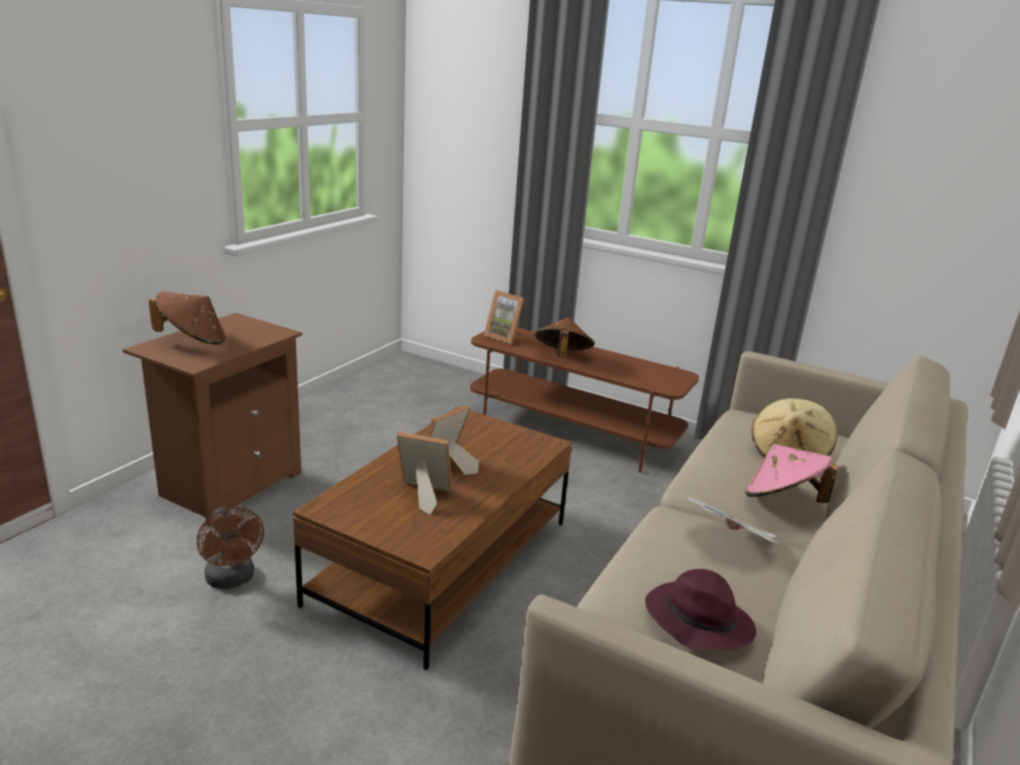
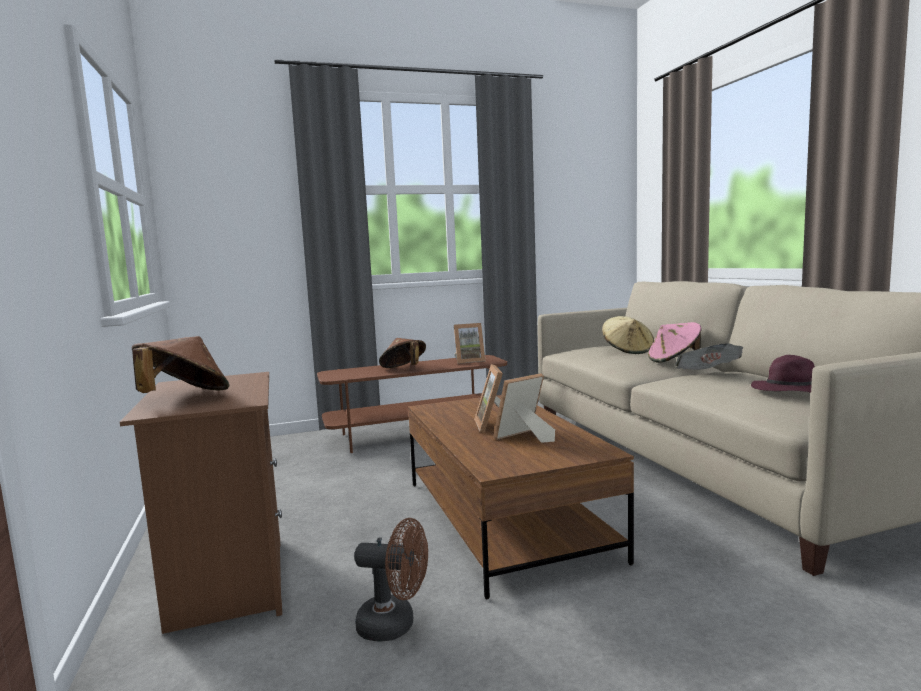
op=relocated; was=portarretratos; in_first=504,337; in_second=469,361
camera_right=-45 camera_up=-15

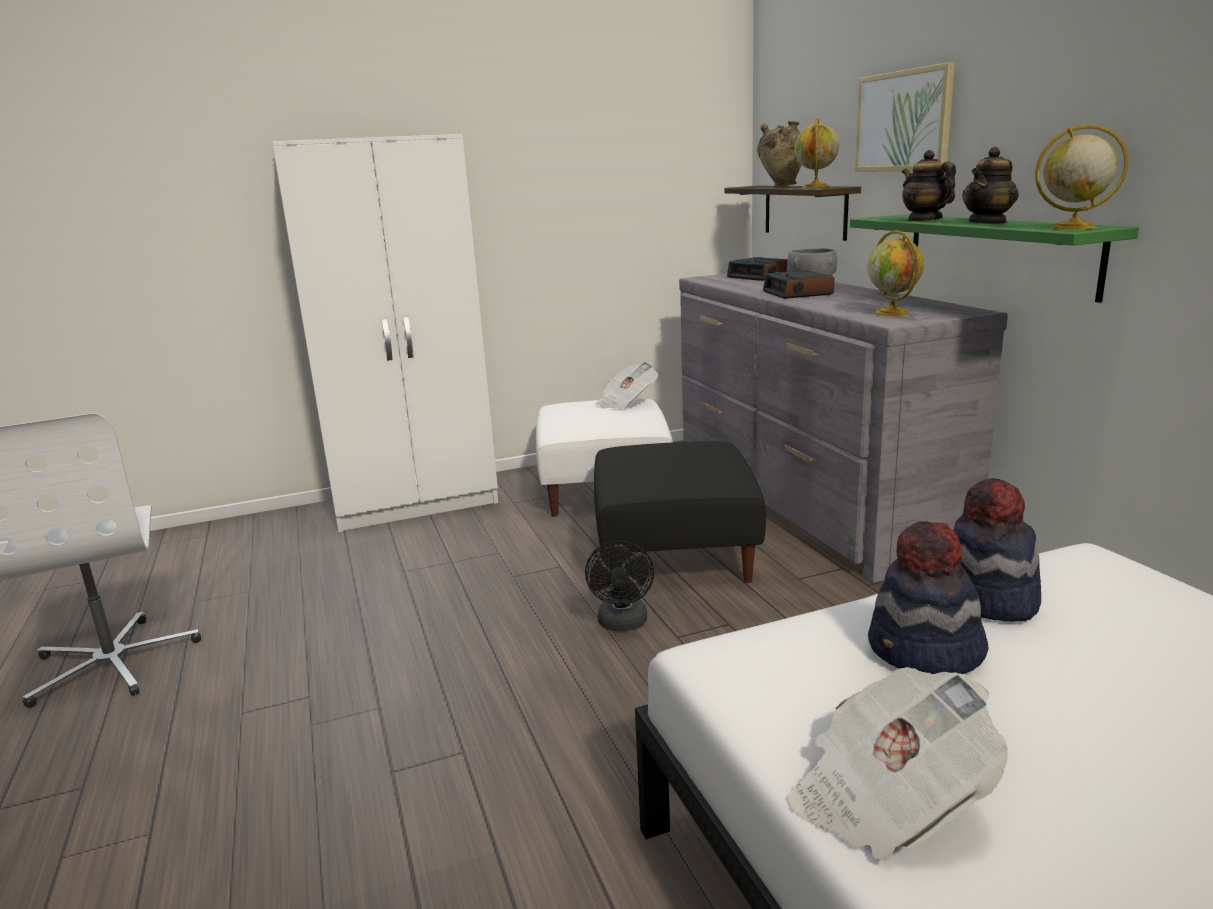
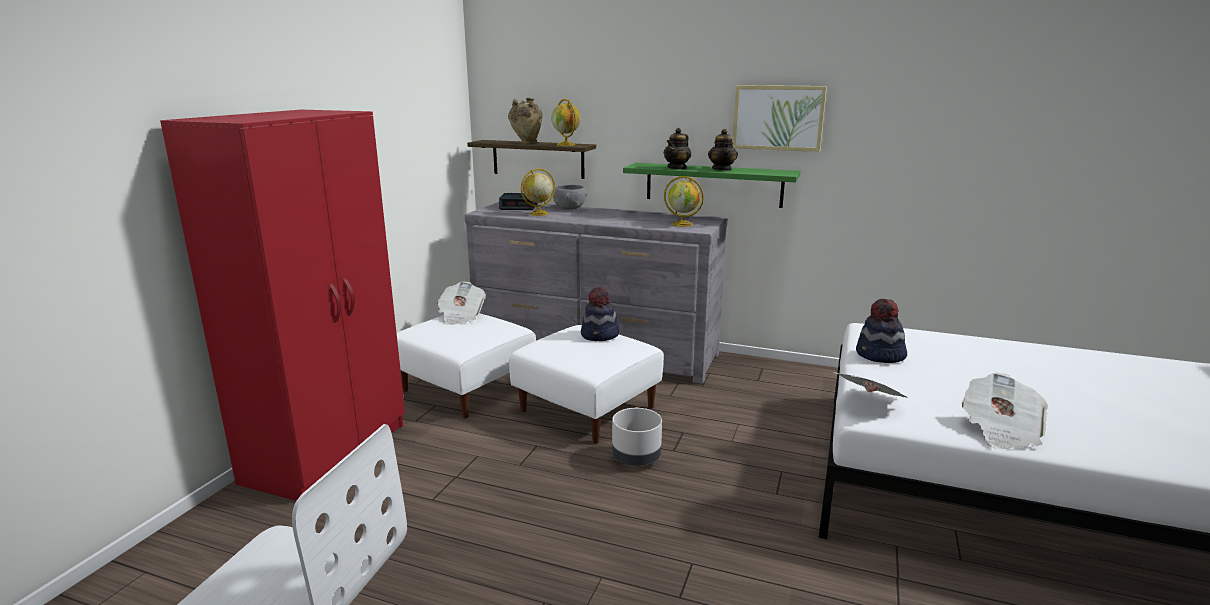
op=relocated; was=cuadro; in_first=903,121; in_second=778,118
op=relocated; was=globo terráqueo; in_first=1072,228; in_second=538,214
op=colour; was=armario ropero [blanco]; now=armario ropero [rojo]; in_first=416,503; in_second=329,452
op=spun; was=tetera; in_first=924,220; in_second=677,168; clockwise=-75
op=missing; was=despertador; in_first=798,293
op=colour; was=puf [negro]; now=puf [blanco]; in_first=673,553; in_second=586,409
op=relocated; was=sombrero; in_first=924,652; in_second=600,335
op=exchanged; was=ventilador [negro]; now=maceta [gris]; in_first=623,624; in_second=636,458
op=appeared; now=periódico; in_second=869,403
camera_right=-50 camera_up=0

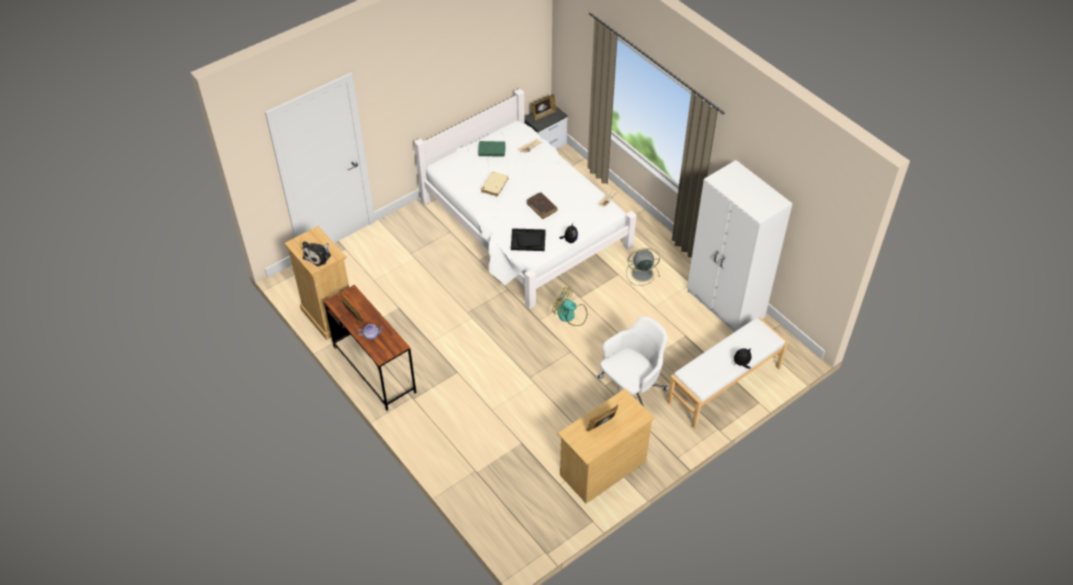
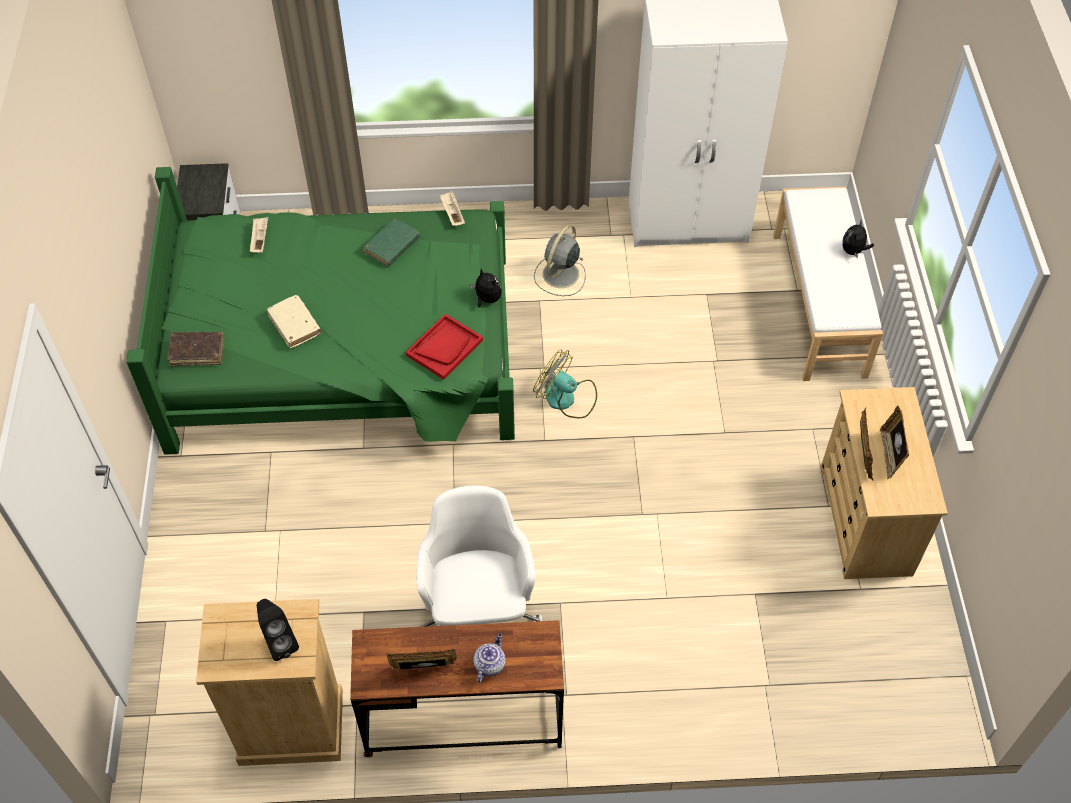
op=colour; was=cama [blanco]; now=cama [verde]; in_first=524,224; in_second=346,351
op=relocated; was=portarretratos; in_first=543,114; in_second=862,456
op=relocated; was=libro [verde]; in_first=492,151; in_second=392,246
op=relocated; was=libro [marrón]; in_first=541,207; in_second=197,352
op=colour; was=bandeja [negro]; now=bandeja [rojo]; in_first=528,240; in_second=444,347
op=exchanged; was=peluche; now=altavoz [negro]; in_first=318,256; in_second=279,642
op=spun; was=ventilador; in_first=570,315; in_second=566,398; clockwise=60
op=relocated; was=silla de oficina [blanco]; in_first=631,390; in_second=478,612
camera_right=-55 camera_up=5

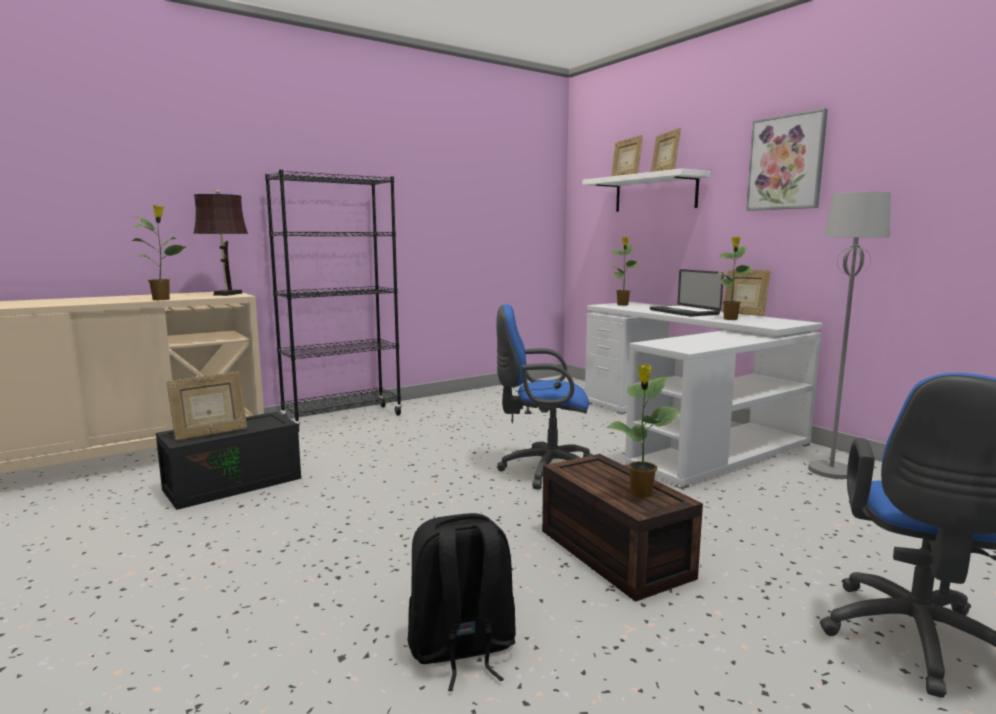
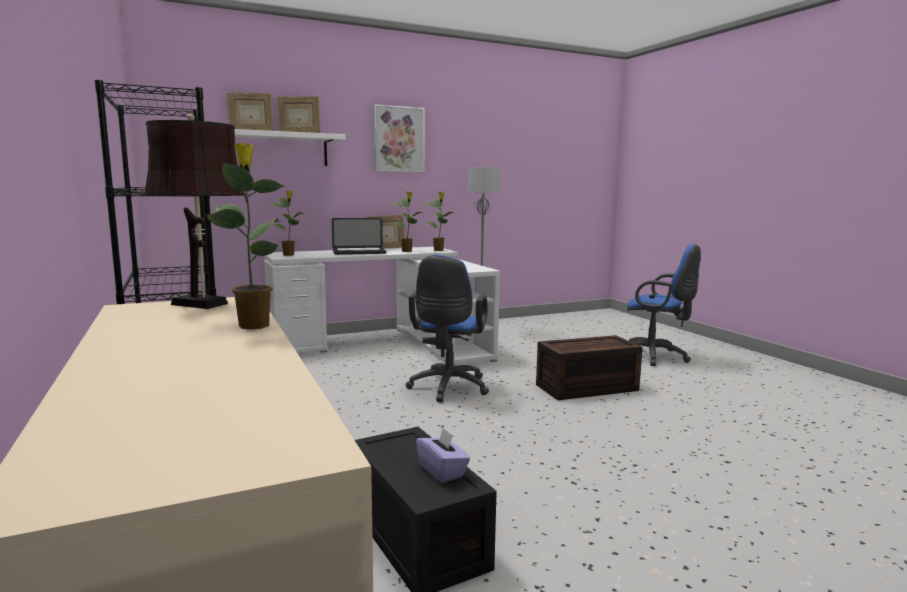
op=relocated; was=planta en maceta; in_first=640,494; in_second=439,250
op=exchanged; was=portarretratos; now=caja de pañuelos [morado]; in_first=210,434; in_second=442,471
op=missing; was=mochila [negro]; in_first=461,650
camera_right=-80 camera_up=0

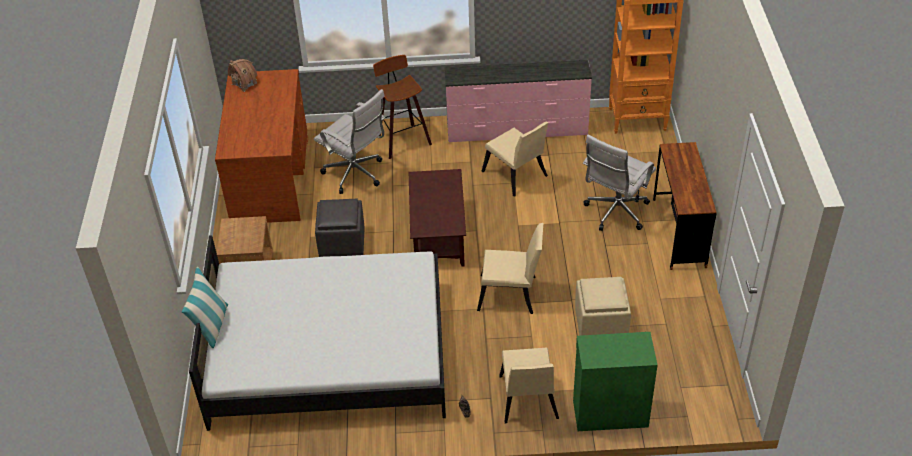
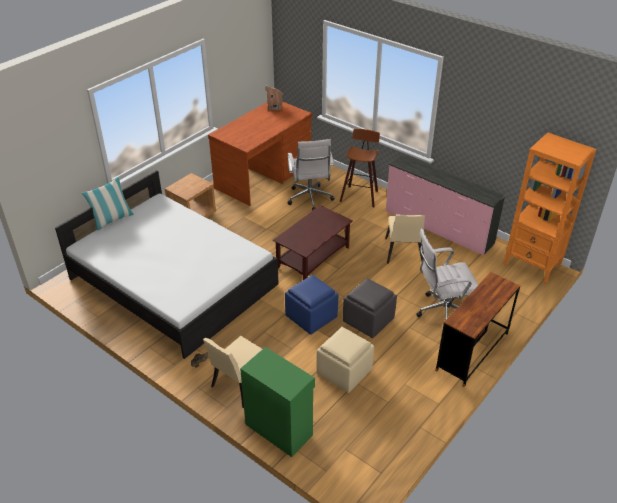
op=relocated; was=puf [gris]; in_first=341,243; in_second=368,320
op=exchanged; was=silla [beis]; now=puf [azul]; in_first=511,295; in_second=311,317
camera_right=40 camera_up=-5

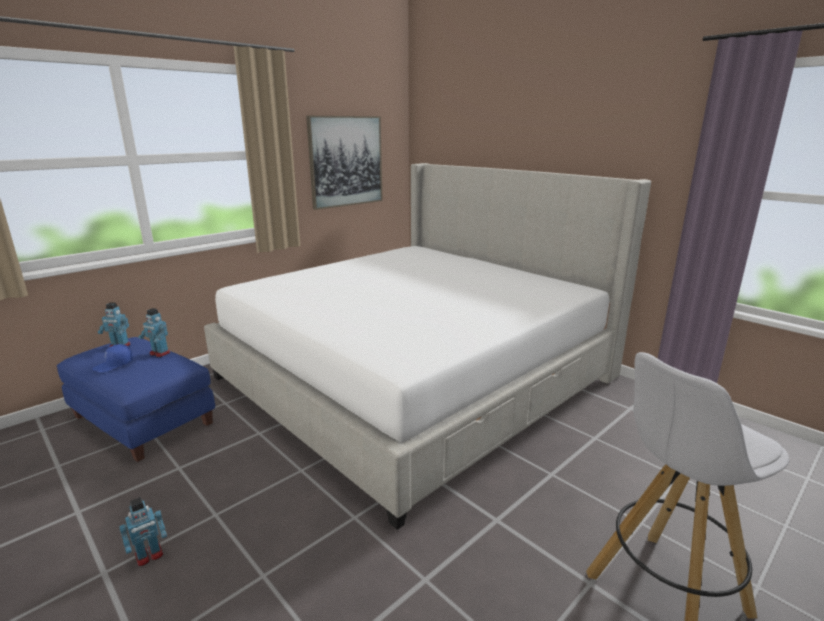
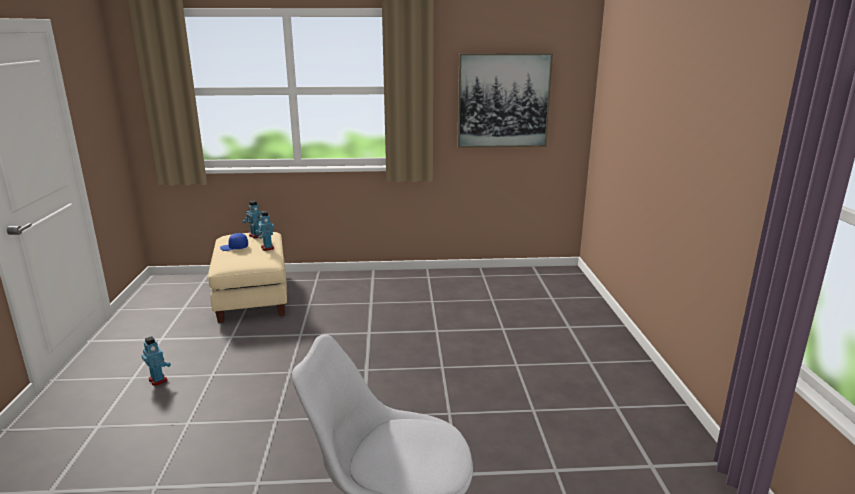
op=missing; was=cama; in_first=416,377
op=colour; was=puf [azul]; now=puf [beis]; in_first=143,420; in_second=252,297
op=spun; was=robot de juguete; in_first=149,556; in_second=158,380; clockwise=-135
camera_right=40 camera_up=0

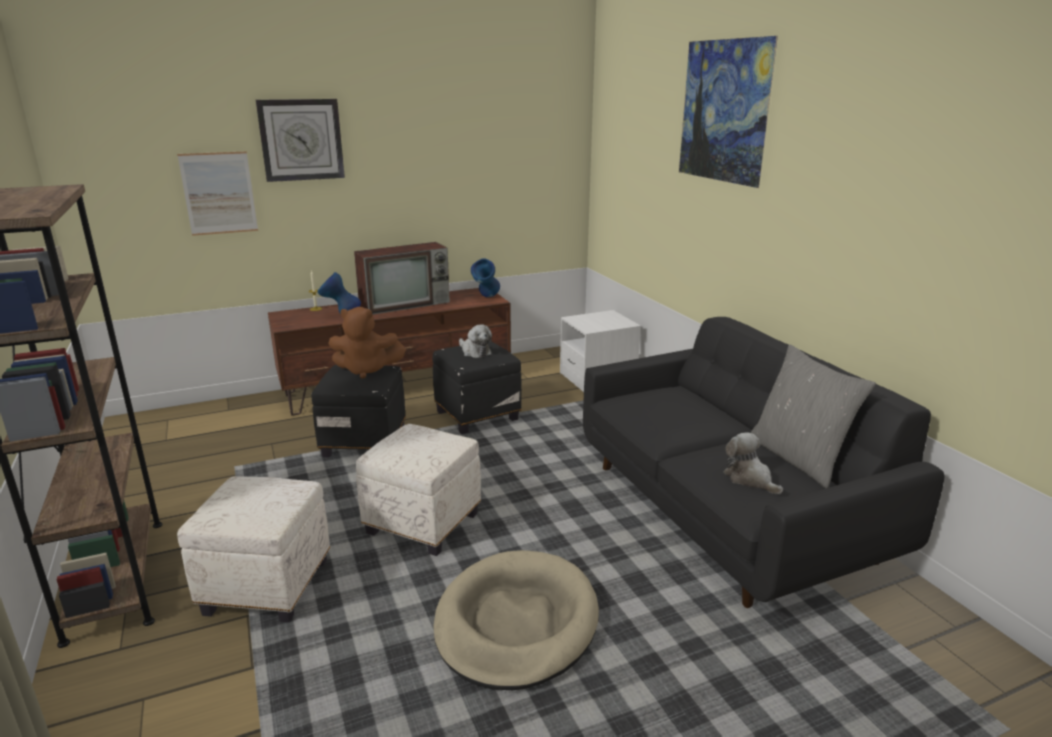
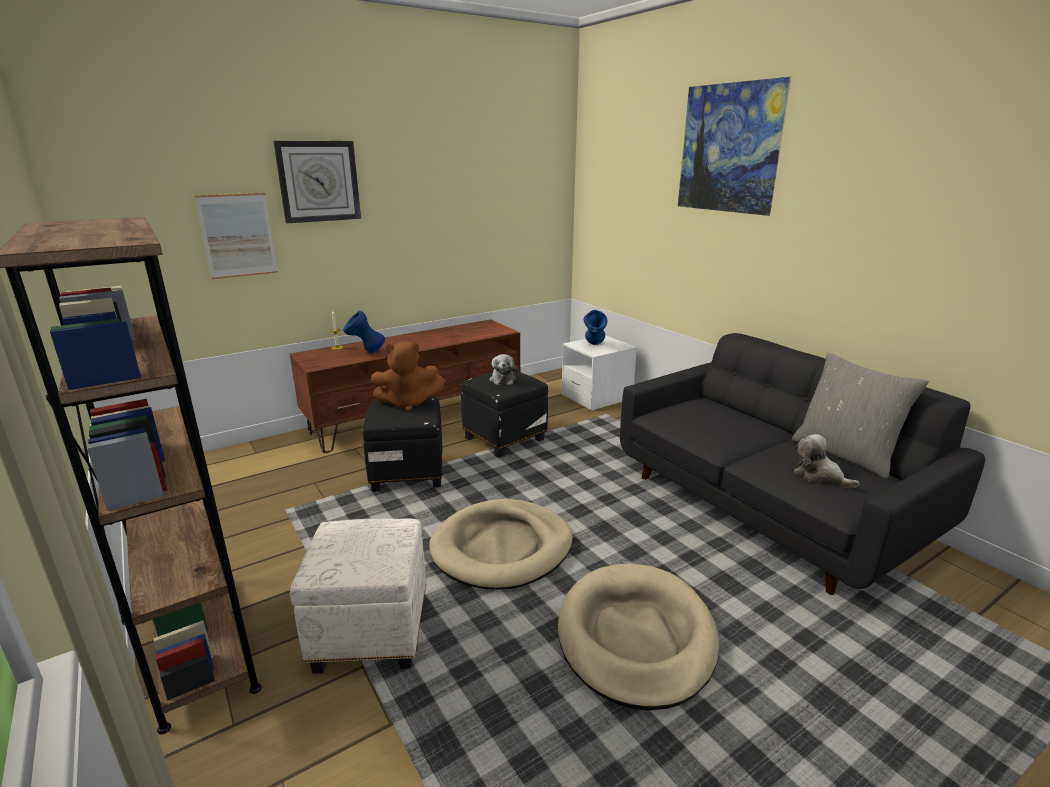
op=missing; was=televisor; in_first=406,304
op=relocated; was=florero [azul]; in_first=486,298; in_second=594,345
op=spun; was=peluche; in_first=475,352; in_second=503,379; clockwise=45
op=exchanged; was=puf [blanco]; now=cama para perro [beis]; in_first=424,524; in_second=502,548
camera_right=-10 camera_up=0

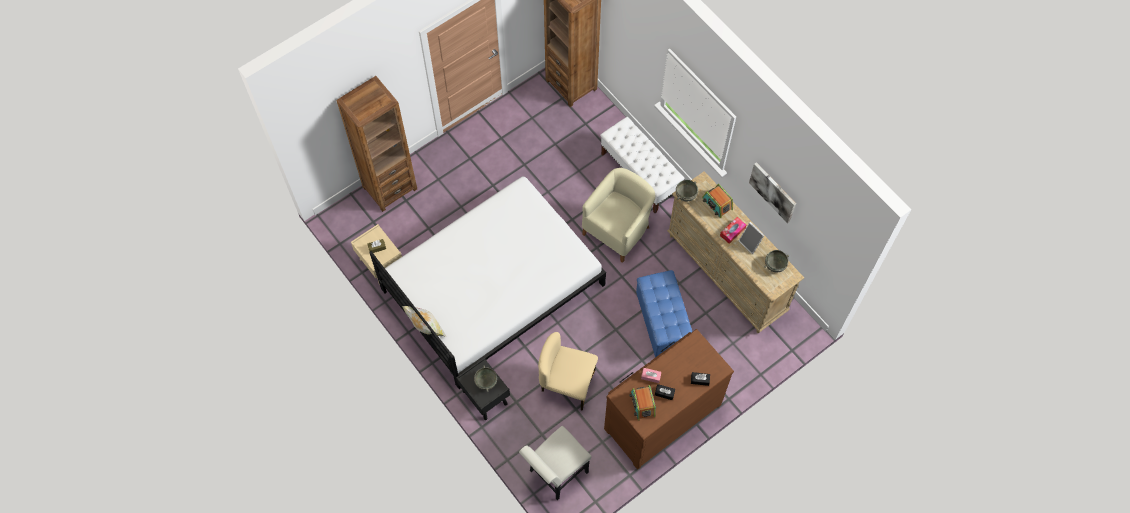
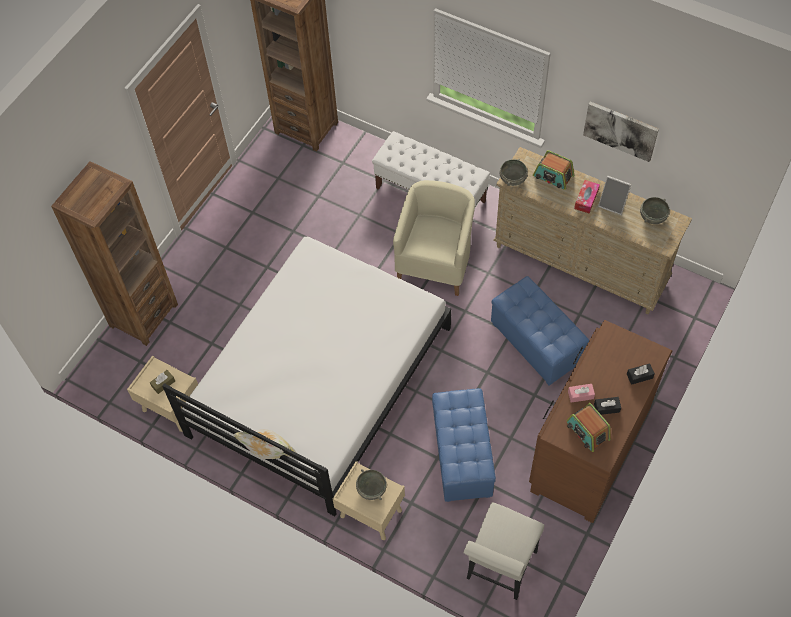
op=exchanged; was=silla [beis]; now=puf [azul]; in_first=567,383; in_second=461,456
op=colour; was=mesita de noche [negro]; now=mesita de noche [beis]; in_first=484,397; in_second=370,513
camera_right=-20 camera_up=-5

